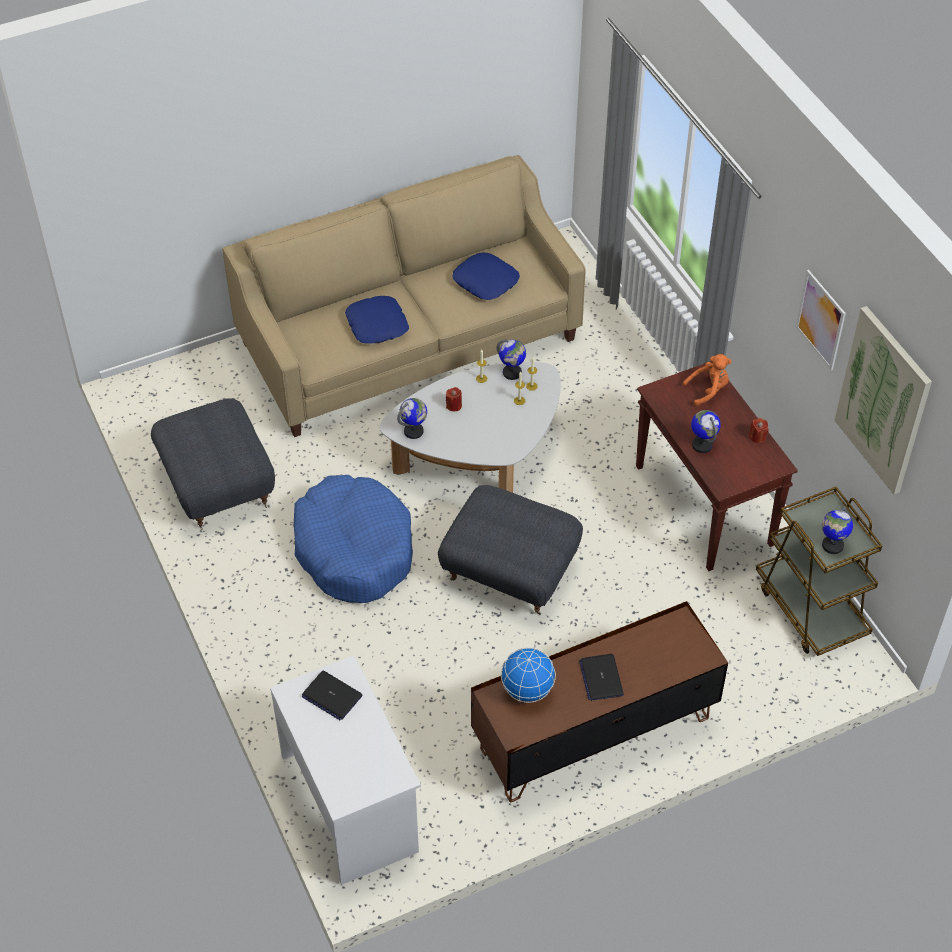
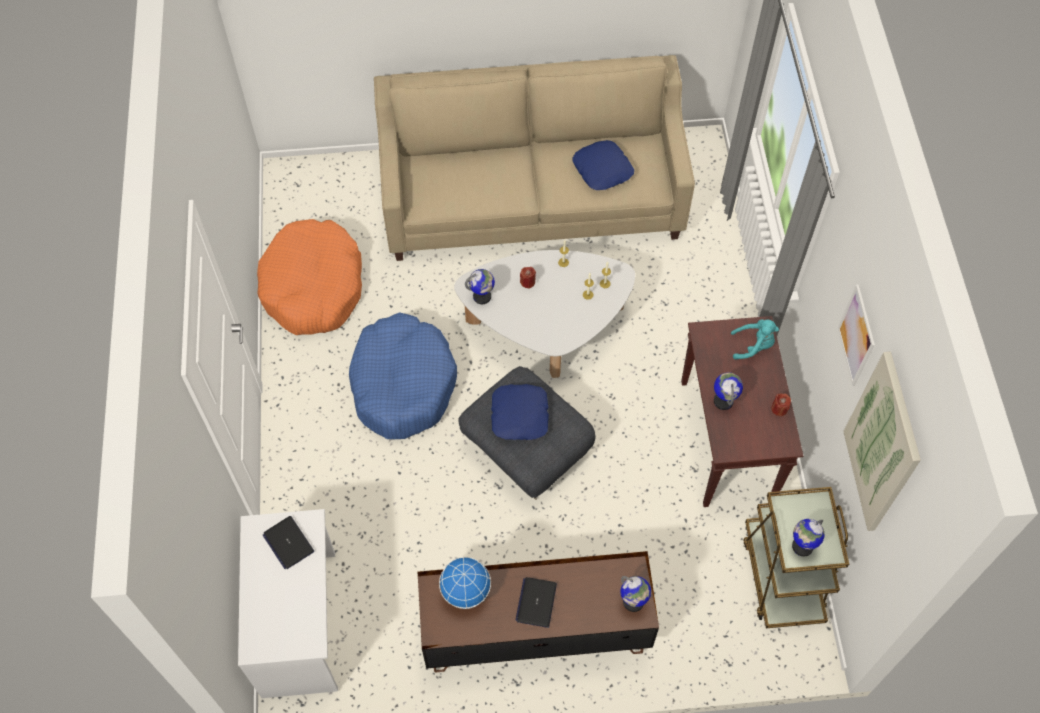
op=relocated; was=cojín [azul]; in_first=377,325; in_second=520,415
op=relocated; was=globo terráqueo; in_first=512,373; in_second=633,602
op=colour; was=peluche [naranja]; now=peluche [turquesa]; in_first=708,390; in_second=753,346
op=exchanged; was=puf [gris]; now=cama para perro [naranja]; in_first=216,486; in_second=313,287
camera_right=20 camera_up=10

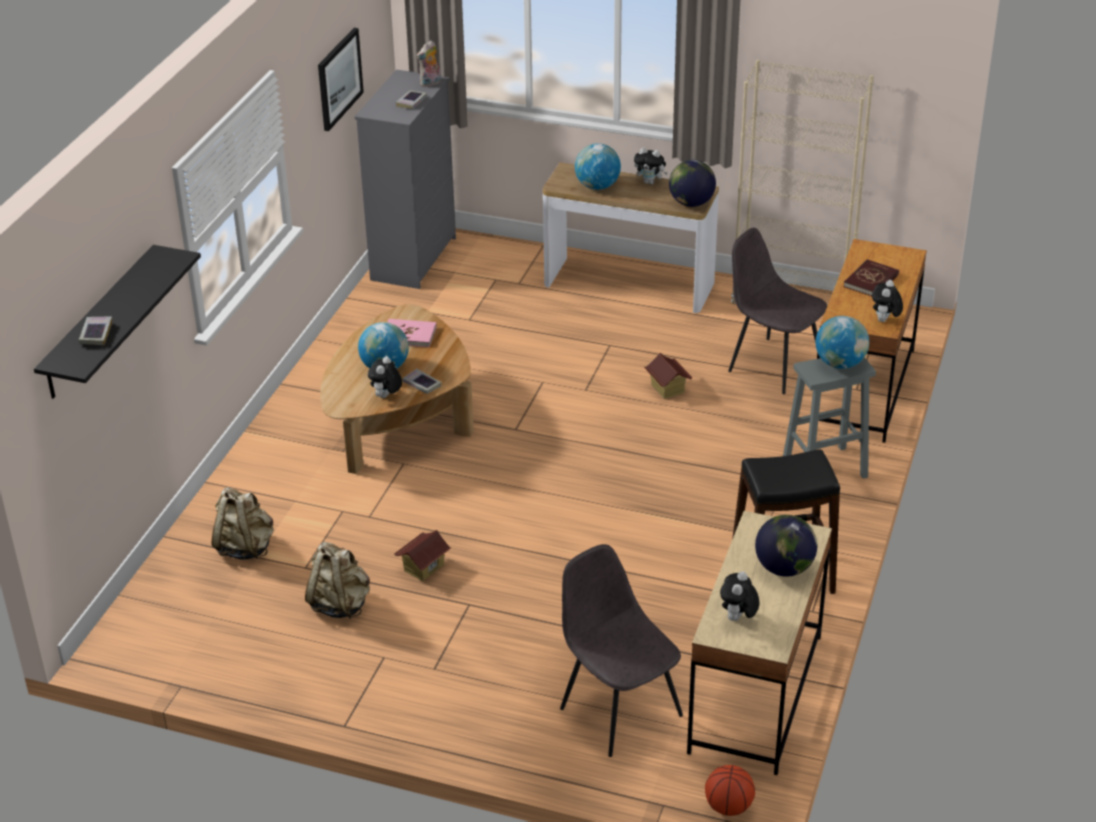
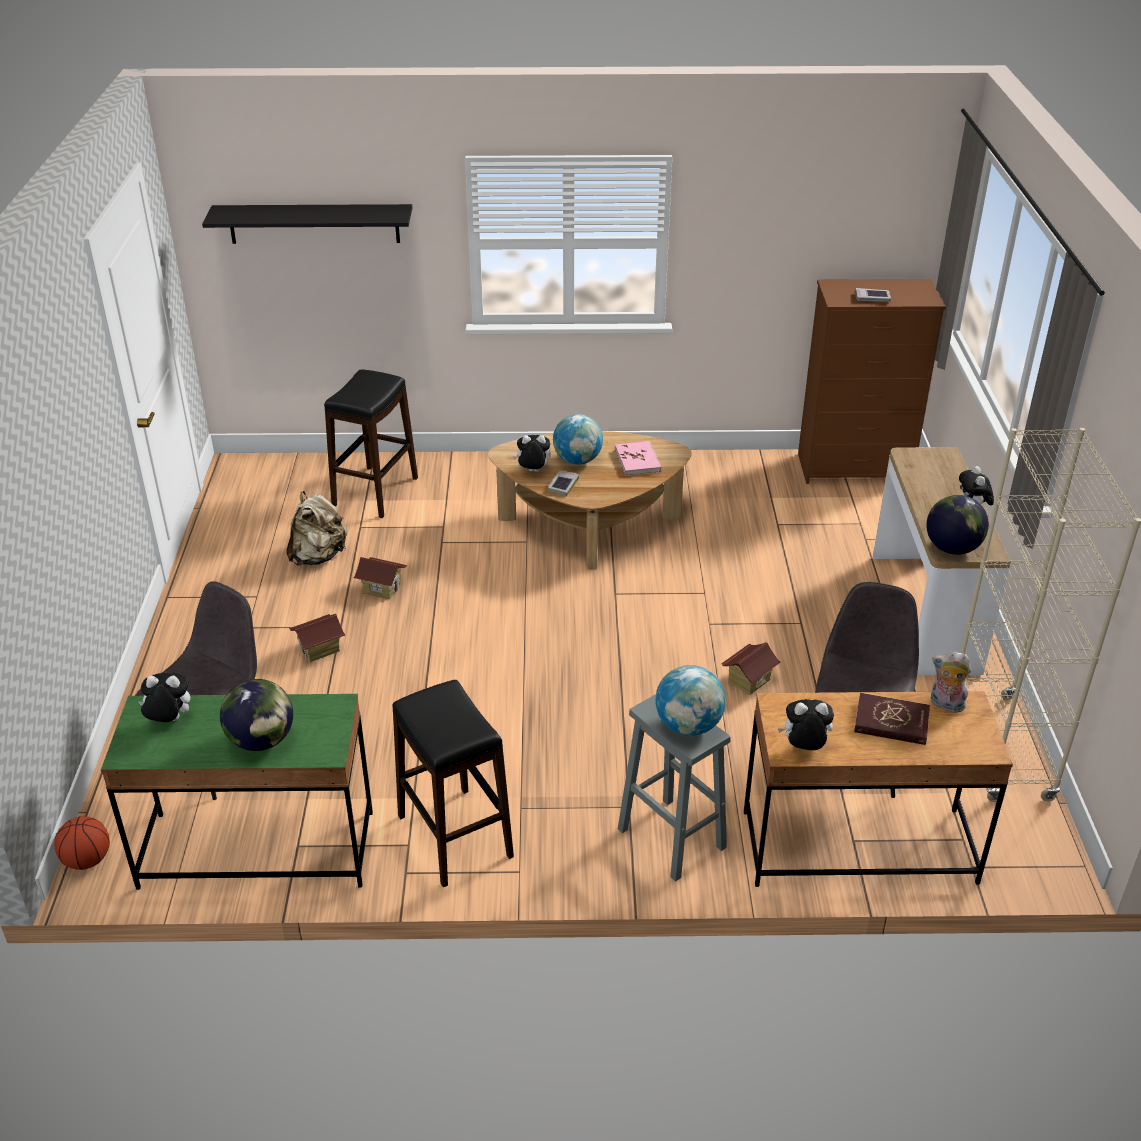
op=missing; was=cuadro; in_first=339,78
op=relocated; was=peluche; in_first=430,83; in_second=945,705
op=colour; was=cómoda [gris]; now=cómoda [marrón]; in_first=415,258; in_second=855,468
op=missing; was=globo terráqueo; in_first=597,186
op=missing; was=libro; in_first=96,334
op=exchanged; was=mochila [beis]; now=taburete [negro]; in_first=245,547; in_second=375,491
op=colour; was=escritorio [beis]; now=escritorio [verde]; in_first=755,694; in_second=257,850
op=appeared; now=casita; in_second=320,649
camera_right=70 camera_up=0

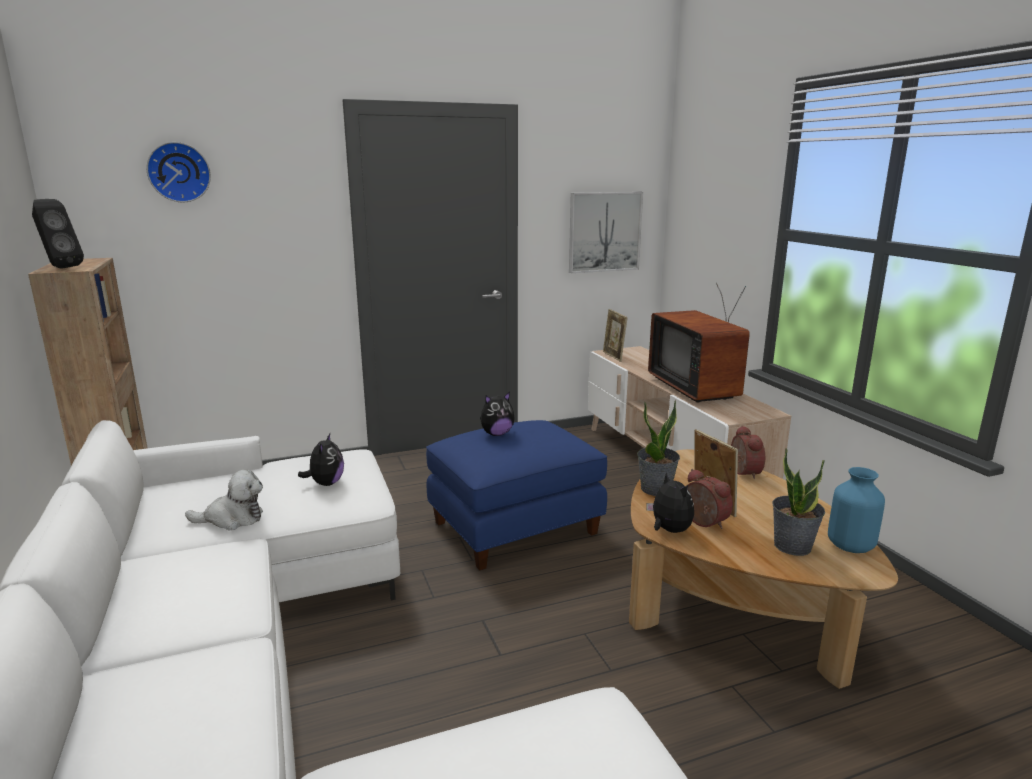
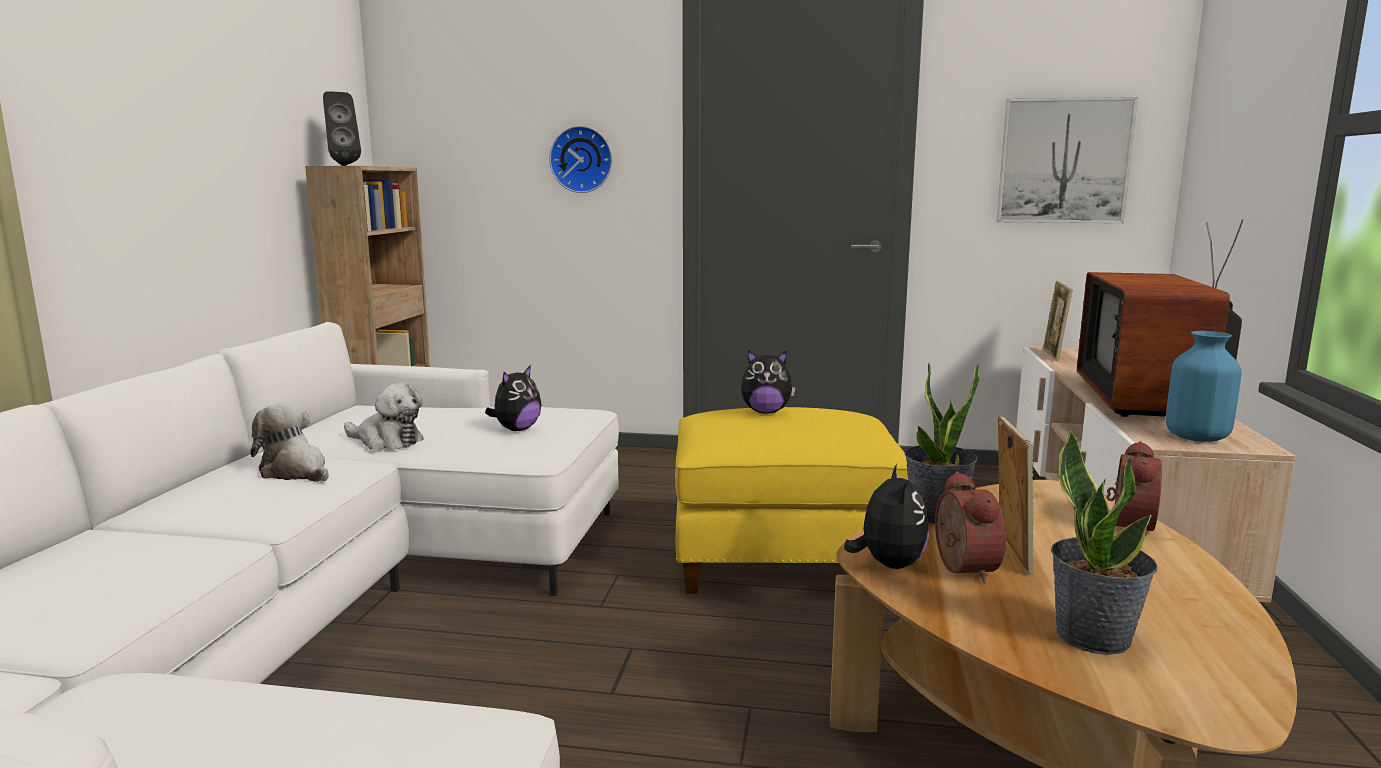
op=relocated; was=reloj de pared; in_first=179,172; in_second=582,159
op=colour; was=puf [azul]; now=puf [amarillo]; in_first=515,527; in_second=784,558
op=relocated; was=florero [azul]; in_first=851,546; in_second=1197,437
op=appeared; now=peluche; in_second=295,472
camera_right=30 camera_up=-5

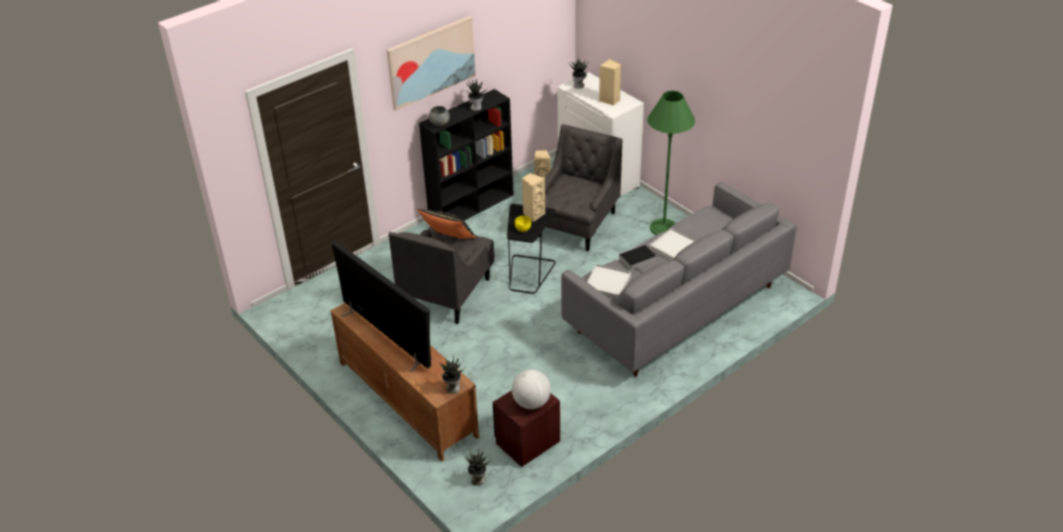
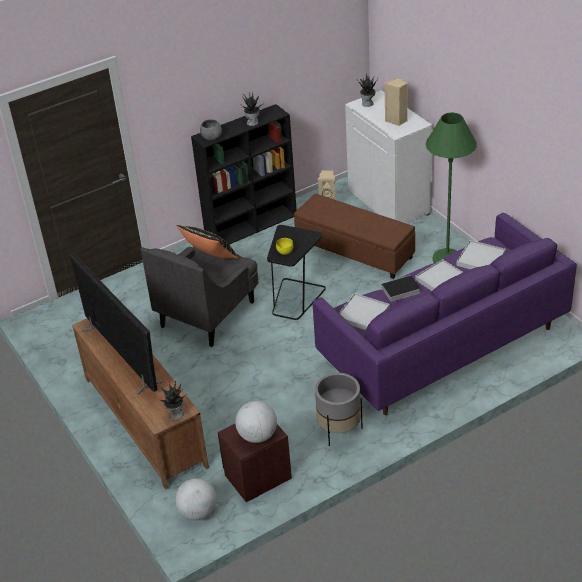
op=missing; was=cuadro; in_first=431,61
op=exchanged; was=sillón [gris]; now=puf [marrón]; in_first=576,225; in_second=355,251
op=missing; was=altavoz [beis]; in_first=533,214
op=colour; was=sofá [gris]; now=sofá [morado]; in_first=674,309; in_second=441,346
op=exchanged; was=planta en maceta; now=globo terráqueo; in_first=477,480; in_second=198,512
op=appeared; now=bandeja [blanco]; in_second=481,259
op=appeared; now=maceta [gris]; in_second=339,430
camera_right=10 camera_up=0

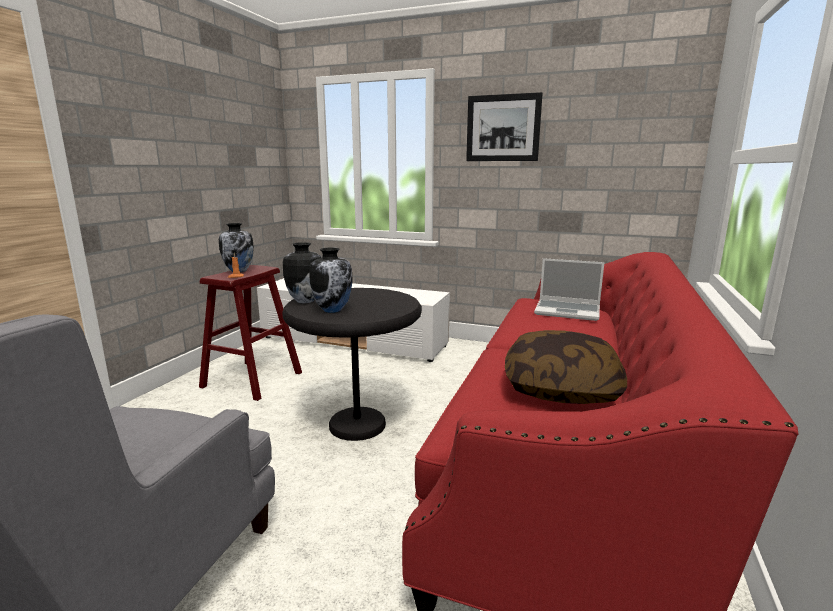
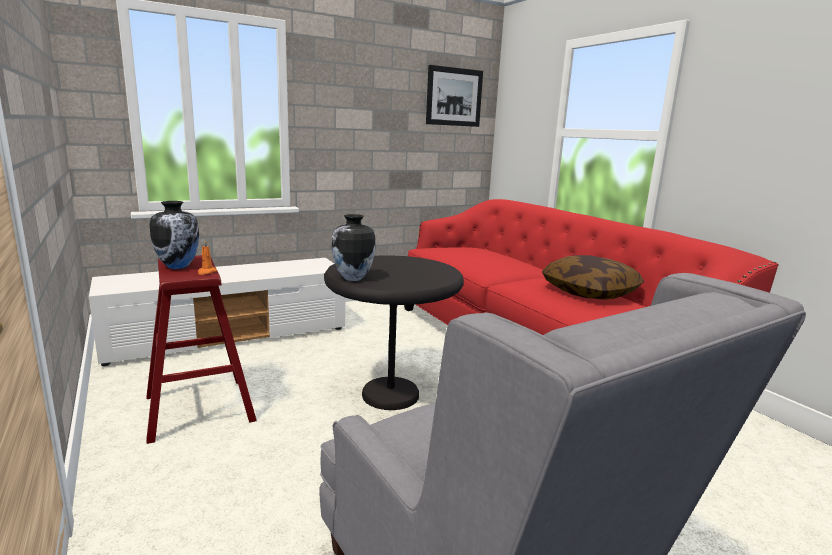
op=relocated; was=cuadro; in_first=503,128; in_second=454,97
op=missing; was=florero; in_first=333,310
op=missing; was=portátil; in_first=568,311
camera_right=-50 camera_up=0

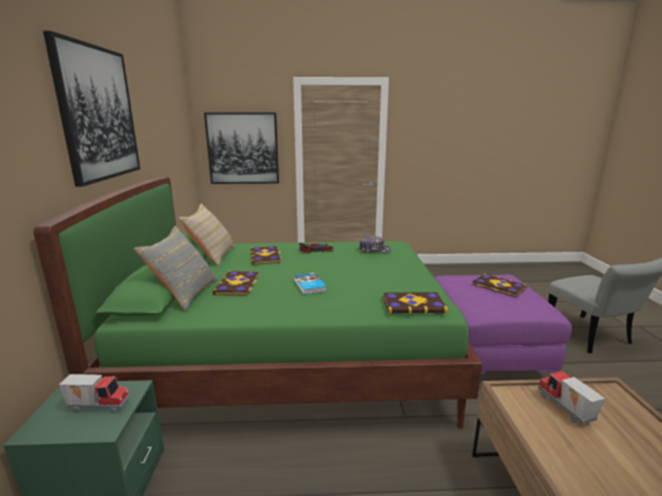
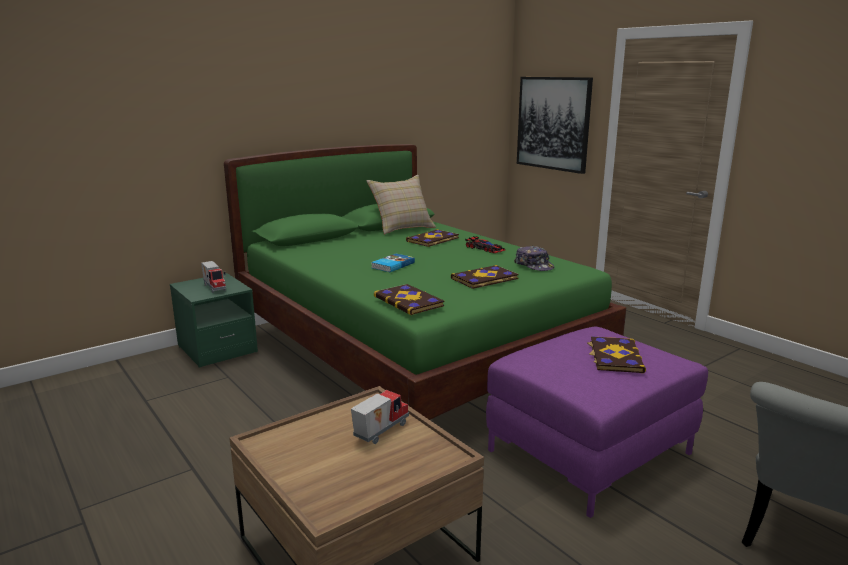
op=missing; was=cuadro; in_first=98,113
op=missing; was=cojín [gris]; in_first=184,293
op=relocated; was=libro; in_first=238,285; in_second=485,279
camera_right=55 camera_up=0

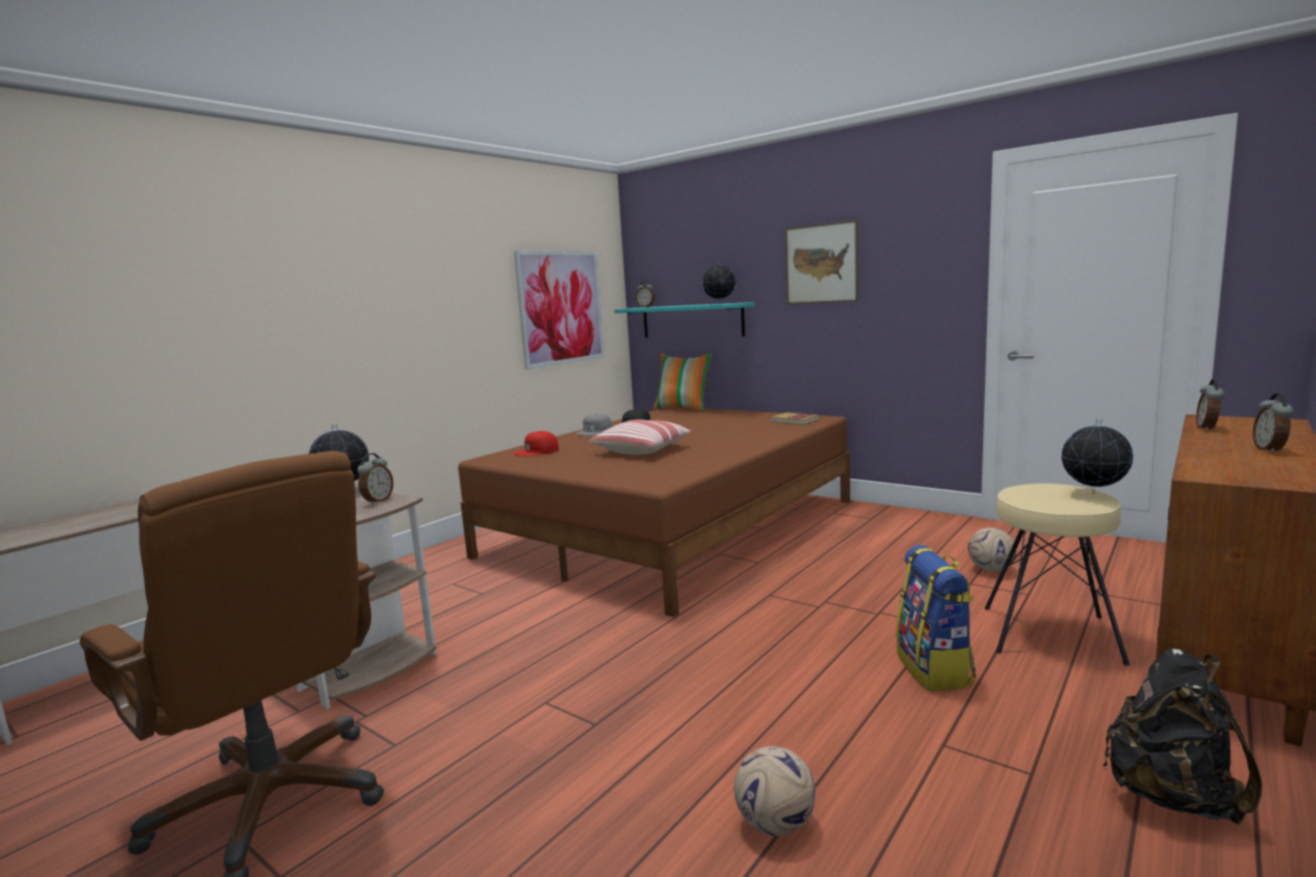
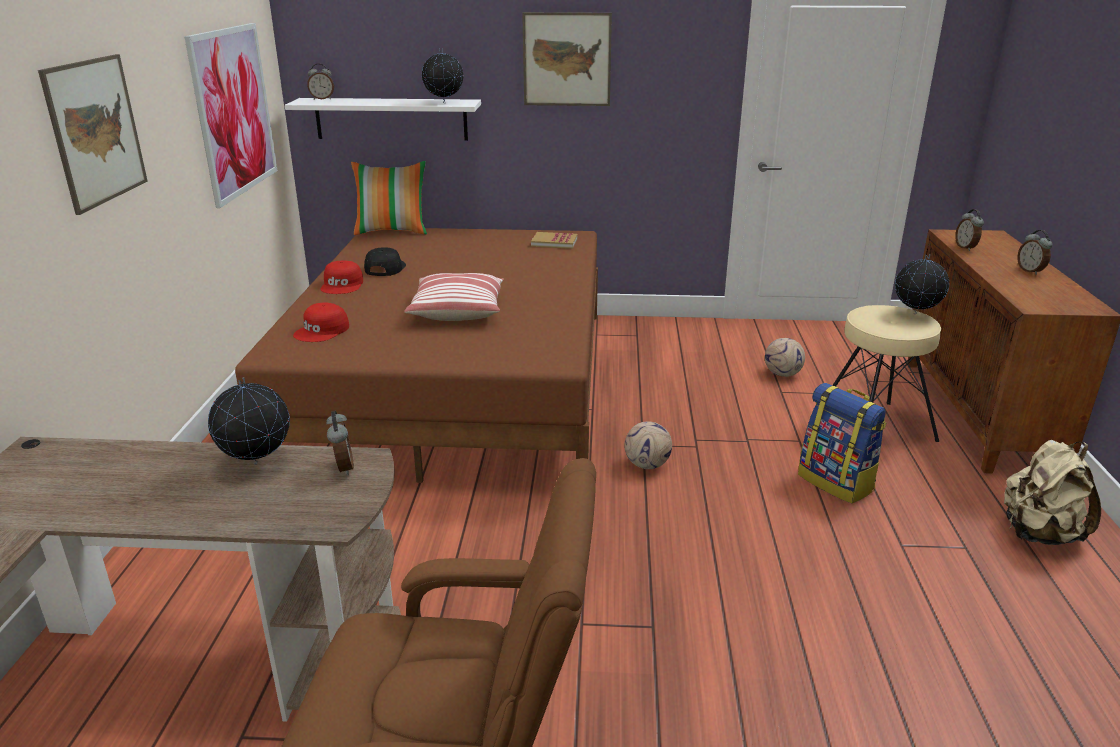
op=colour; was=estante [turquesa]; now=estante [blanco]; in_first=692,321; in_second=391,119
op=colour; was=gorra [gris]; now=gorra [rojo]; in_first=595,432; in_second=343,285
op=colour; was=mochila [negro]; now=mochila [beis]; in_first=1171,796; in_second=1038,534
op=relocated; was=balón de fútbol; in_first=774,825; in_second=647,465
op=appeared; now=cuadro; in_second=96,131
camera_right=-35 camera_up=15

